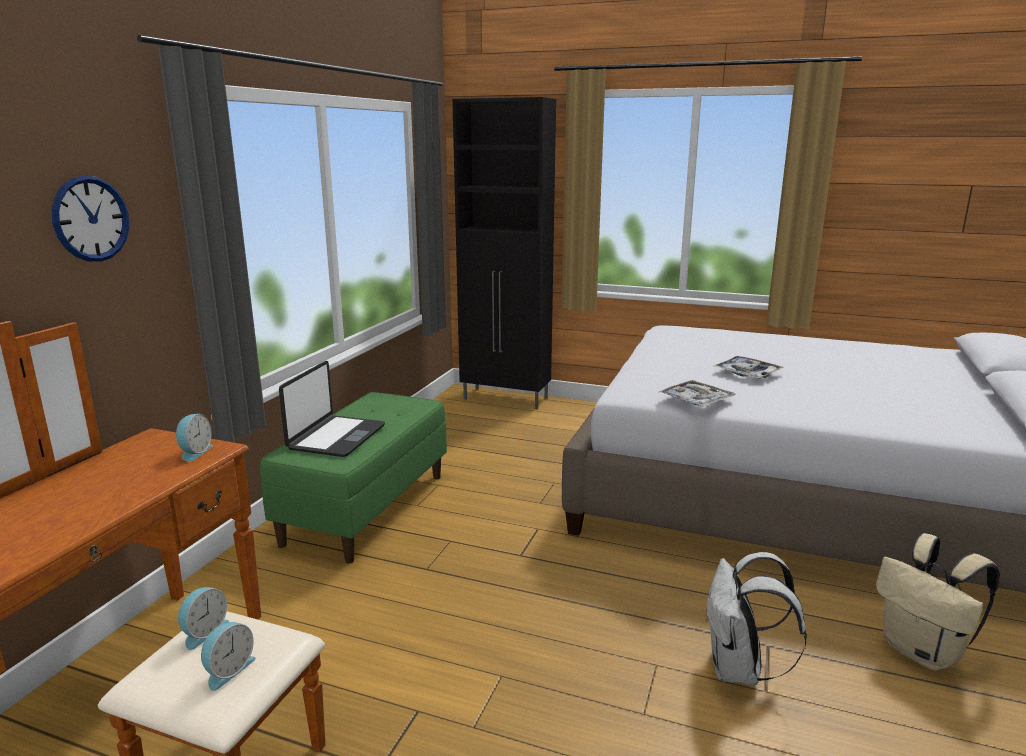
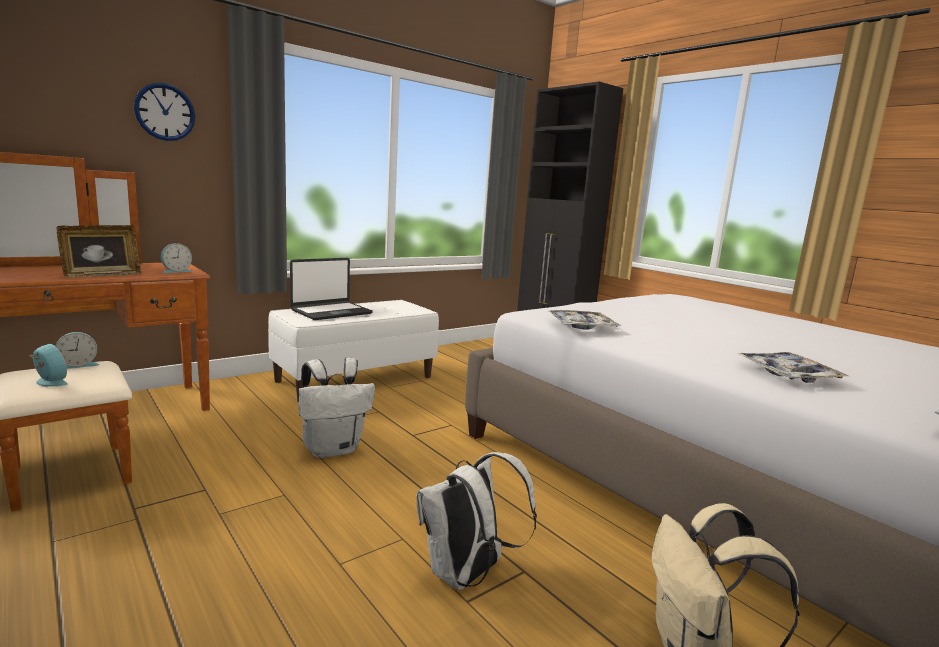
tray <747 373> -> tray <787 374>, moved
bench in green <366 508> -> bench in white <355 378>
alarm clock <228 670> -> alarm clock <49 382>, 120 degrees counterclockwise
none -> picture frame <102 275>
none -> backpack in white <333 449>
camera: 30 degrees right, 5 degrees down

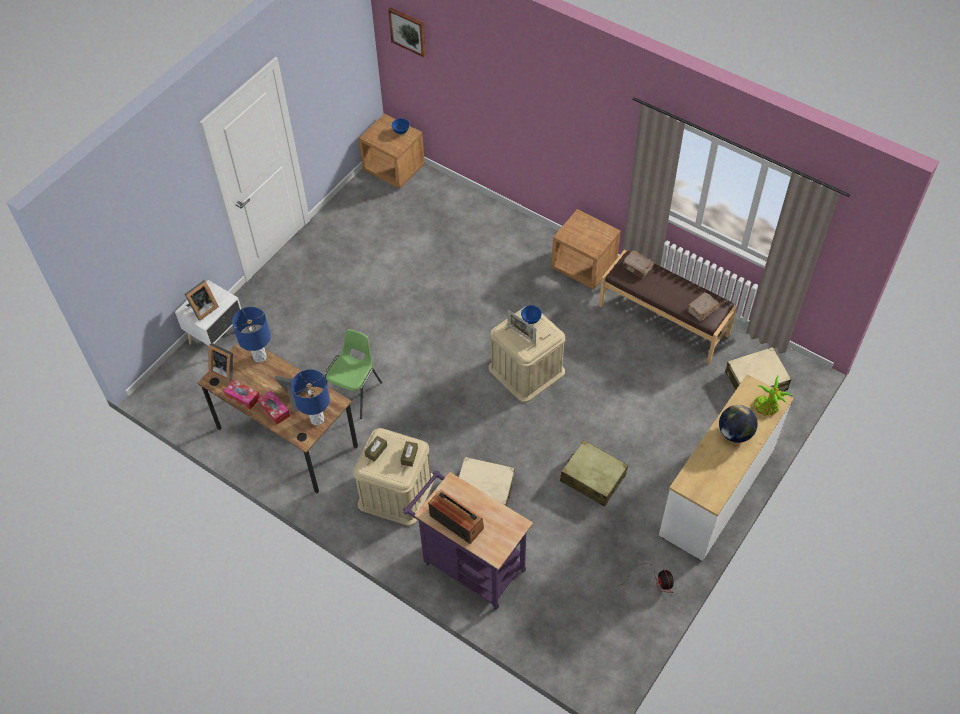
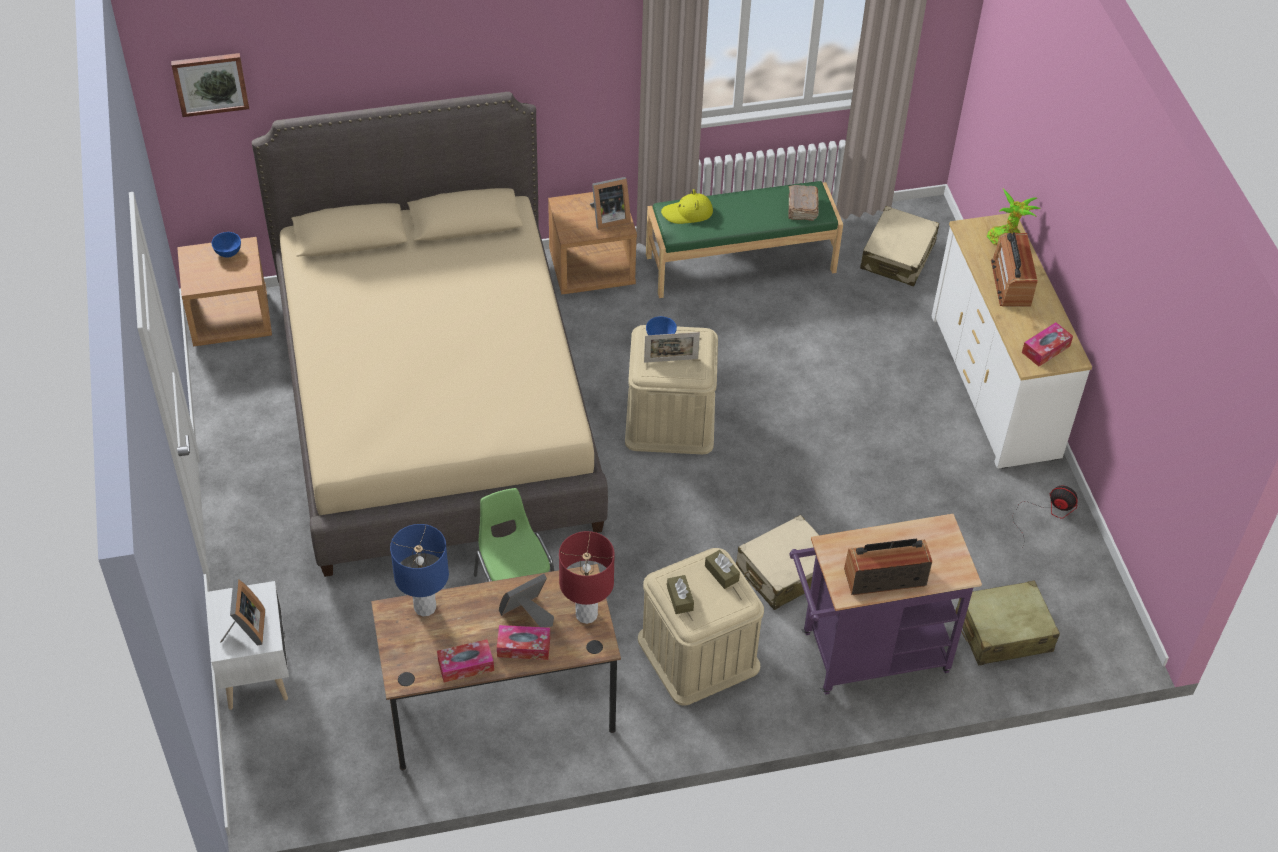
bench in brown <664 319> -> bench in green <740 263>
book in brown <637 268> -> hat in yellow <687 213>
picture frame <225 370> -> picture frame <608 217>, moved
table lamp in blue <317 419> -> table lamp in red <586 614>
globe <735 433> -> radio <1011 282>
suitcase in beige <592 478> -> suitcase in beige <1003 632>, moved
none -> bed in beige <436 405>
none -> tissue box <1045 349>
camera: 50 degrees left, 5 degrees down

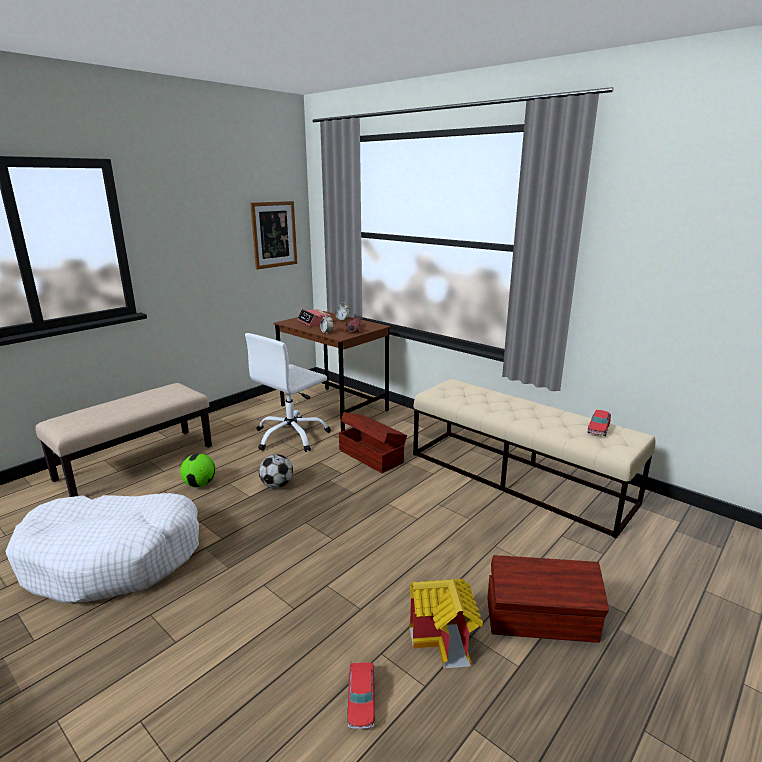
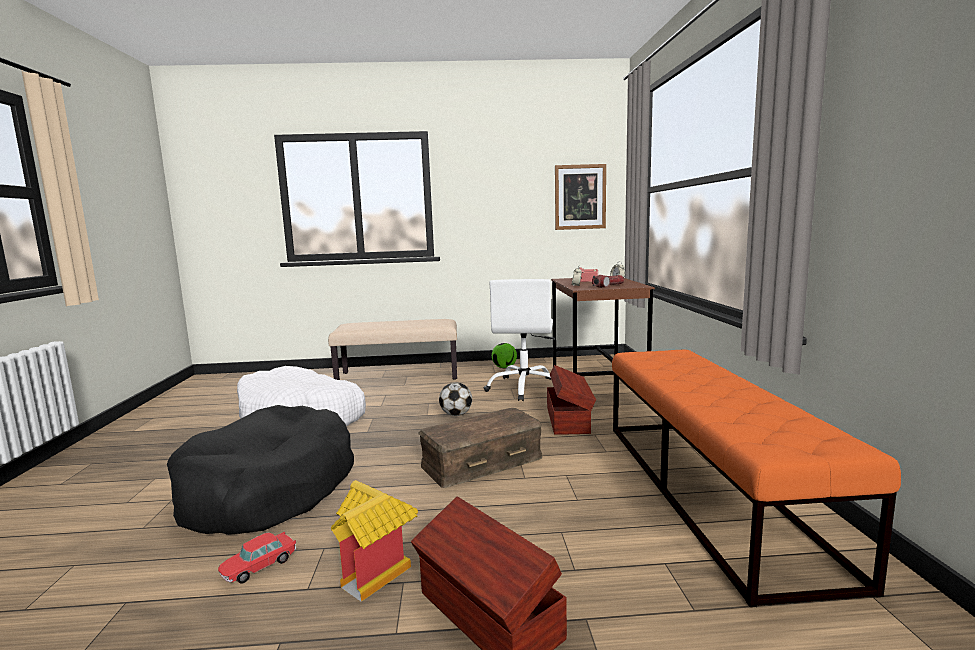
office chair in white <291 436> -> office chair in white <525 388>, 75 degrees counterclockwise
bench in beige <518 477> -> bench in orange <709 490>
toy car <598 429> -> none
football <200 484> -> football <504 367>, moved
none -> dog bed in black <268 489>
none -> storage box in brown <481 461>
camera: 45 degrees right, 10 degrees down

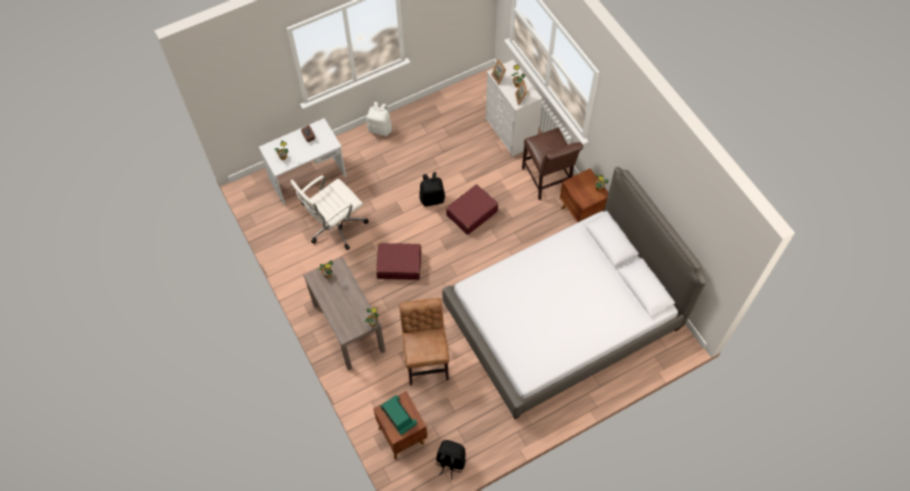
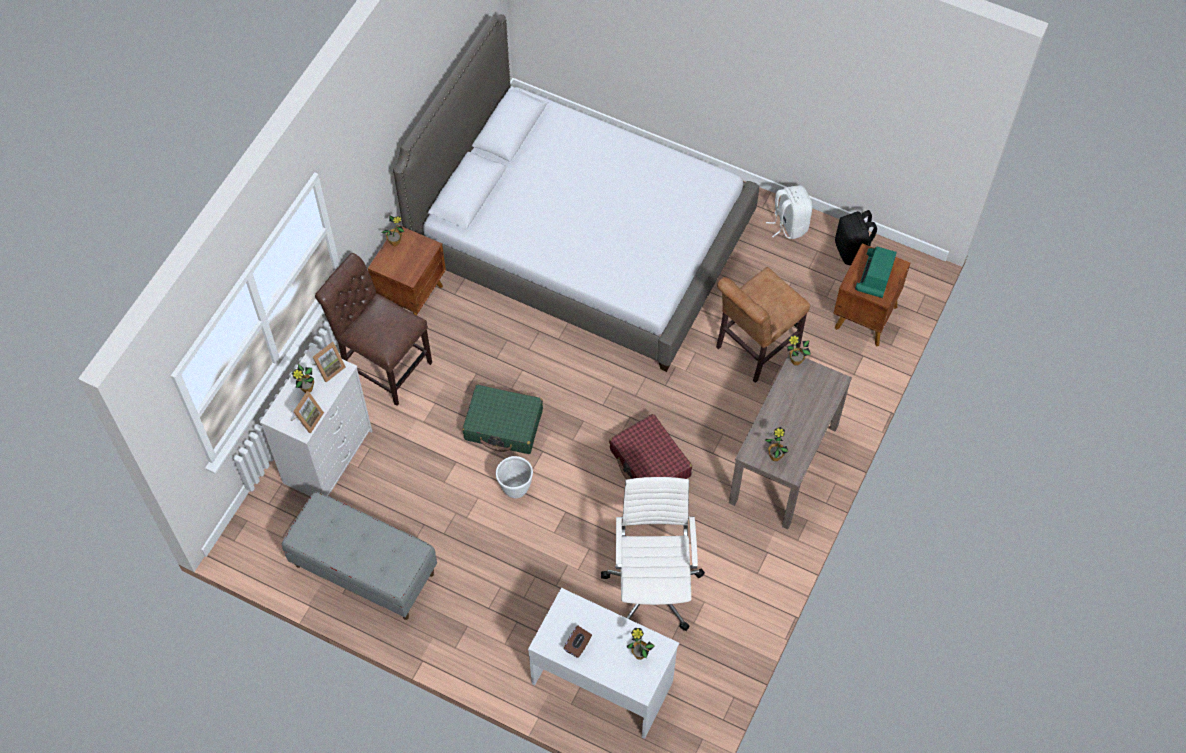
backpack in white <380 129> -> backpack in white <789 224>, moved
chair in brown <547 181> -> chair in brown <383 364>, 90 degrees counterclockwise
backpack in black <432 198> -> planter in white <515 489>
office chair in white <335 226> -> office chair in white <653 585>, 105 degrees counterclockwise
suitcase in red <471 213> -> suitcase in green <504 425>
none -> bench in grey <364 570>
camera: 125 degrees left, 0 degrees up

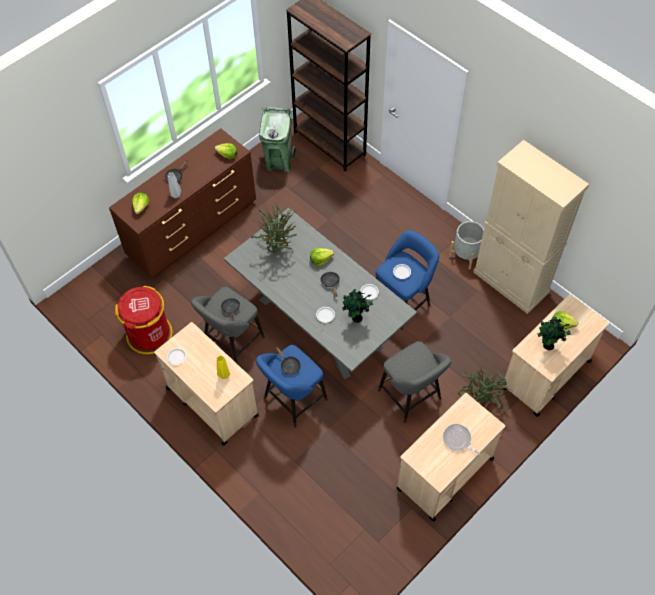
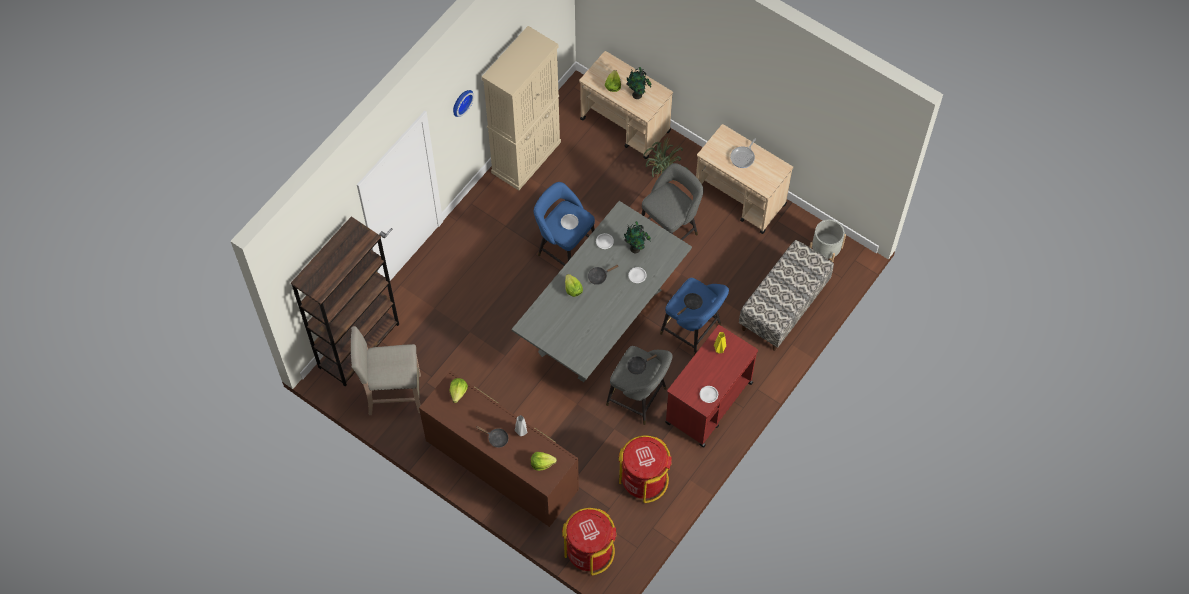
trash can in green <279 162> -> stool in beige <393 395>
potted plant <278 247> -> none
planter in grey <466 255> -> planter in grey <825 251>, moved
cart in beige <212 401> -> cart in red <708 403>
none -> wall clock <461 101>
none -> bench <783 307>
none -> trash can in red <589 551>
camera: 100 degrees left, 5 degrees up

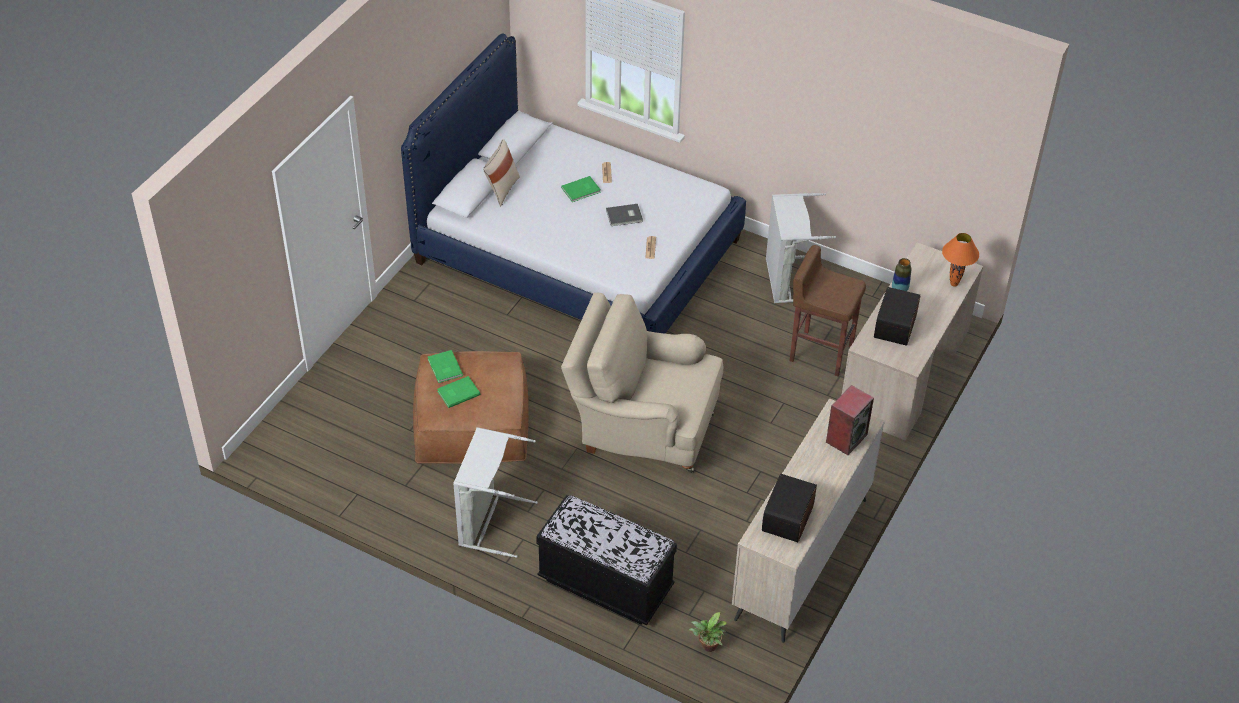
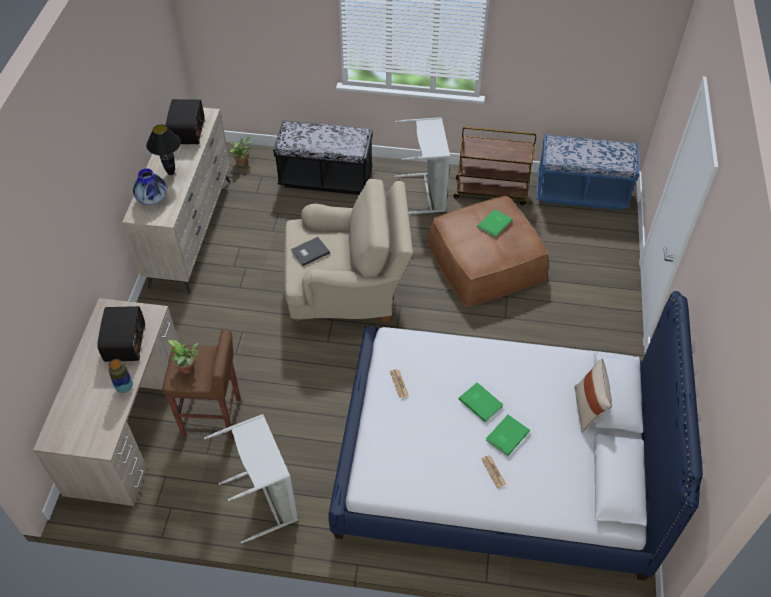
book in grey <625 216> -> book in grey <309 252>, moved
table lamp in orange <953 284> -> none
book in green <444 368> -> book in green <481 402>, moved
speaker <846 437> -> vase <152 199>
none -> table lamp in black <170 173>
none -> cart in brown <491 191>
none -> bench in blue <581 193>
none -> potted plant <188 368>
camera: 160 degrees right, 5 degrees up

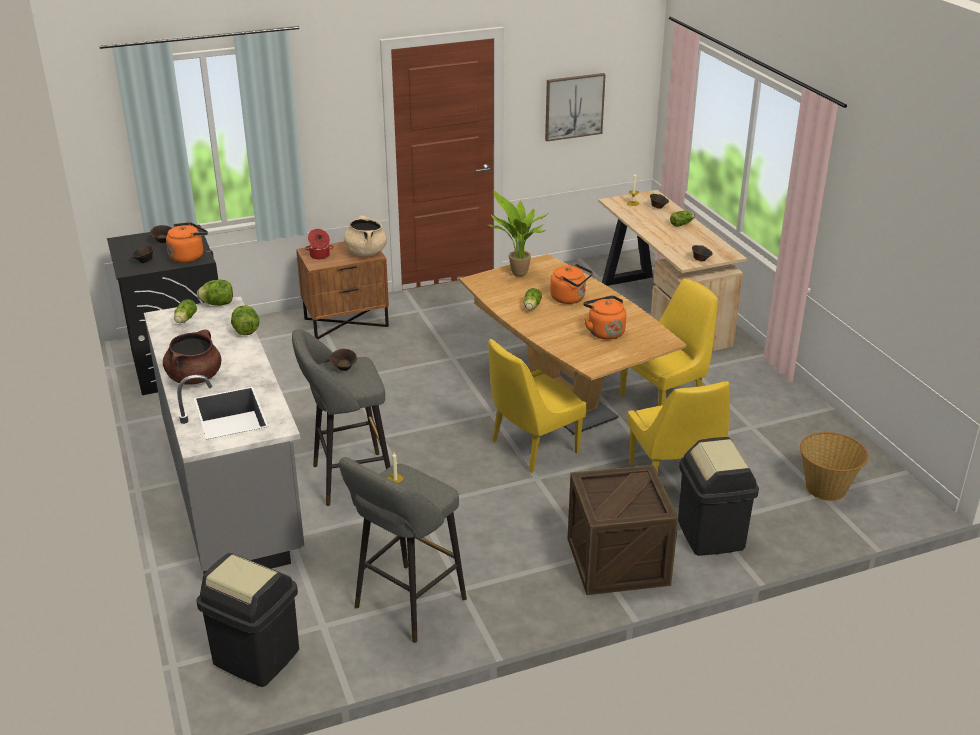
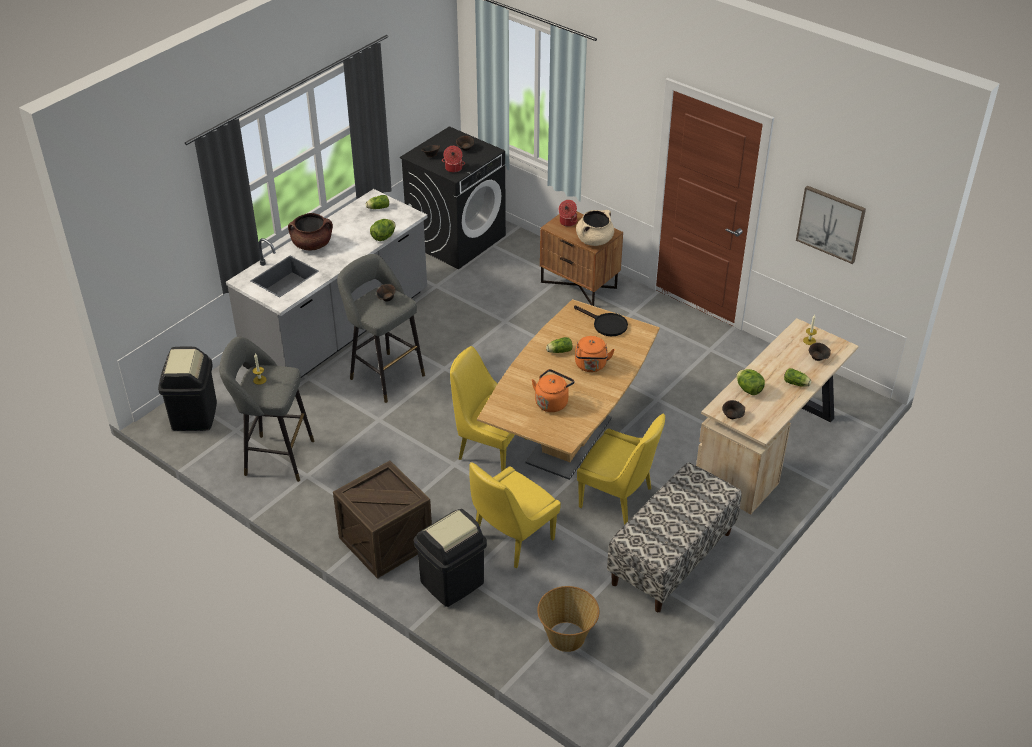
potted plant <517 274> -> frying pan in black <606 325>
kettle in orange <188 256> -> cooking pot <453 168>
lettuce <218 304> -> lettuce <748 389>, moved
none -> bench <672 559>
camera: 60 degrees right, 10 degrees up

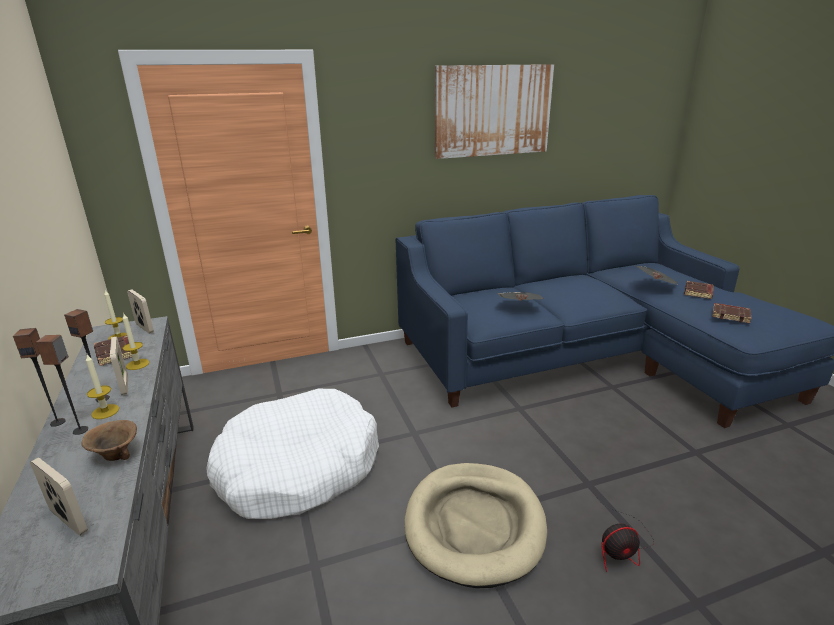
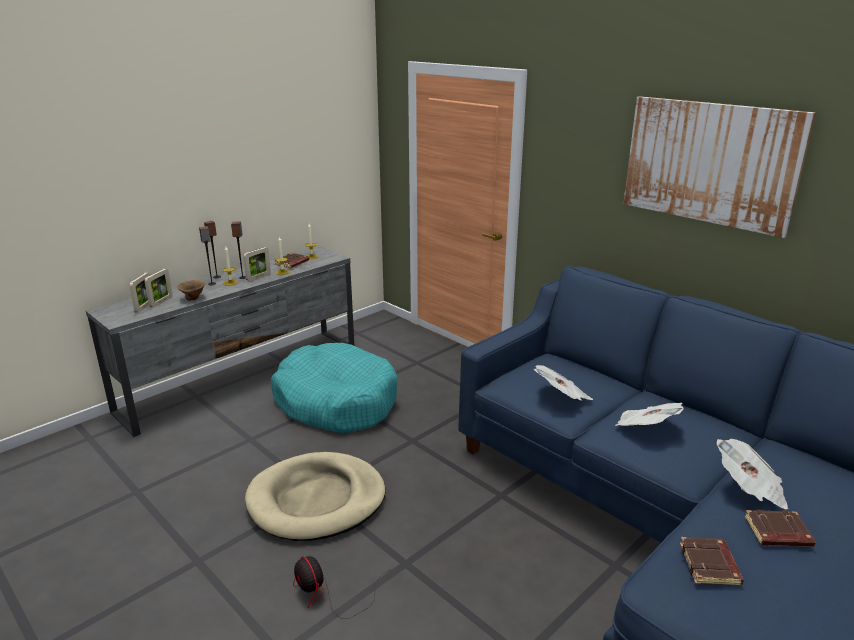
picture frame <144 328> -> picture frame <161 302>, moved
dog bed in white <298 468> -> dog bed in turquoise <336 401>
none -> newspaper <645 428>
camera: 65 degrees right, 0 degrees up

